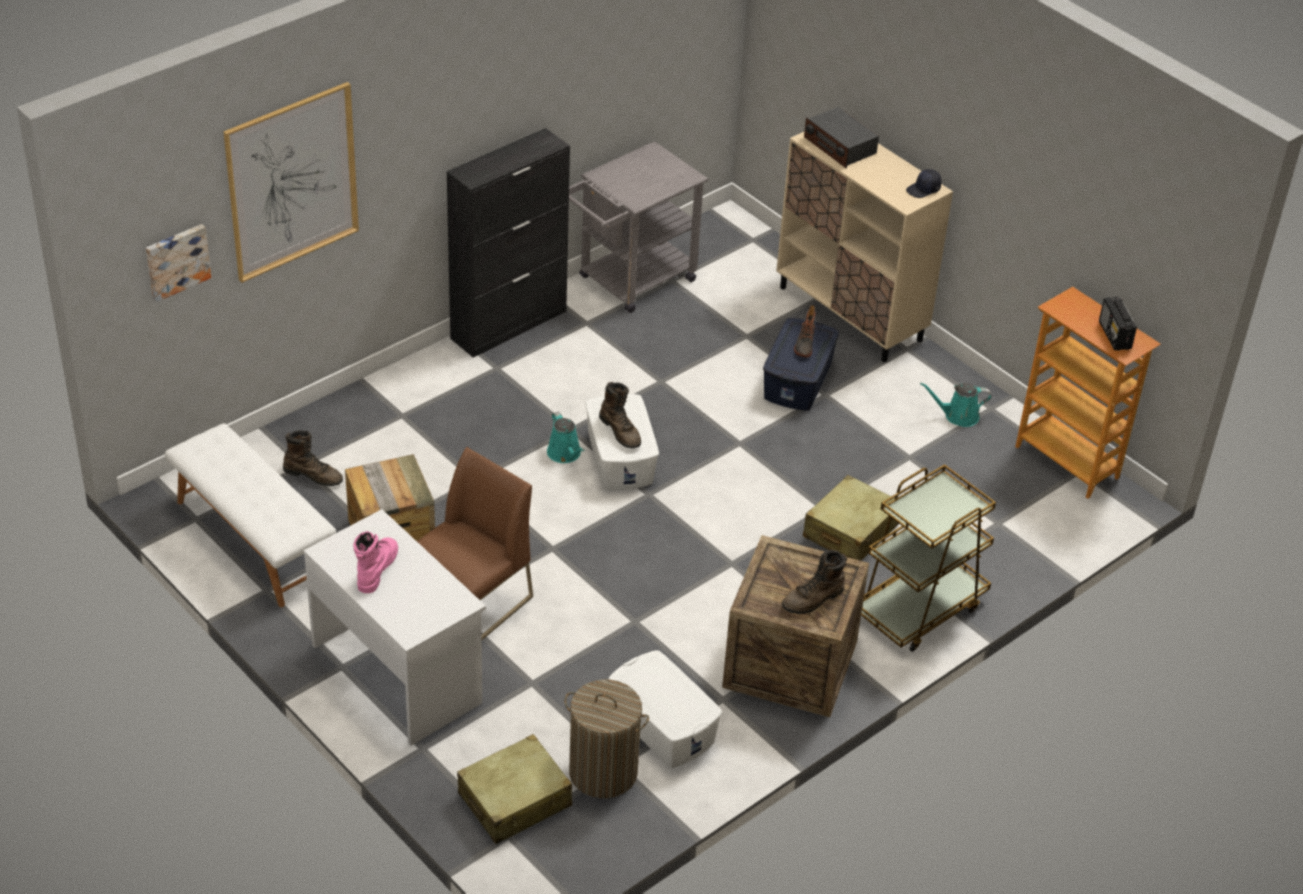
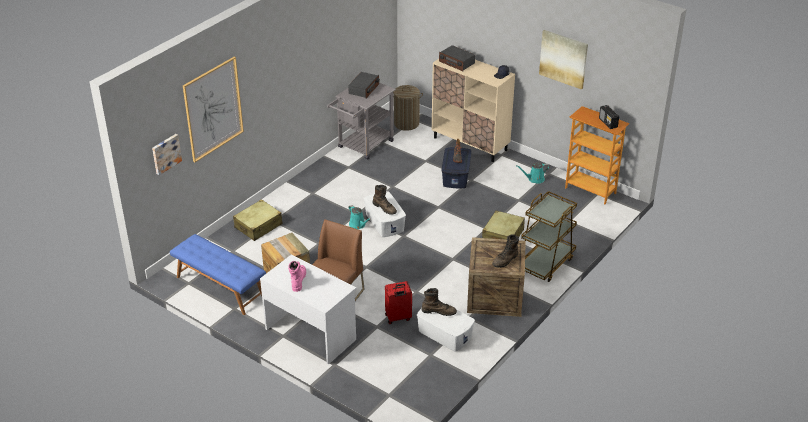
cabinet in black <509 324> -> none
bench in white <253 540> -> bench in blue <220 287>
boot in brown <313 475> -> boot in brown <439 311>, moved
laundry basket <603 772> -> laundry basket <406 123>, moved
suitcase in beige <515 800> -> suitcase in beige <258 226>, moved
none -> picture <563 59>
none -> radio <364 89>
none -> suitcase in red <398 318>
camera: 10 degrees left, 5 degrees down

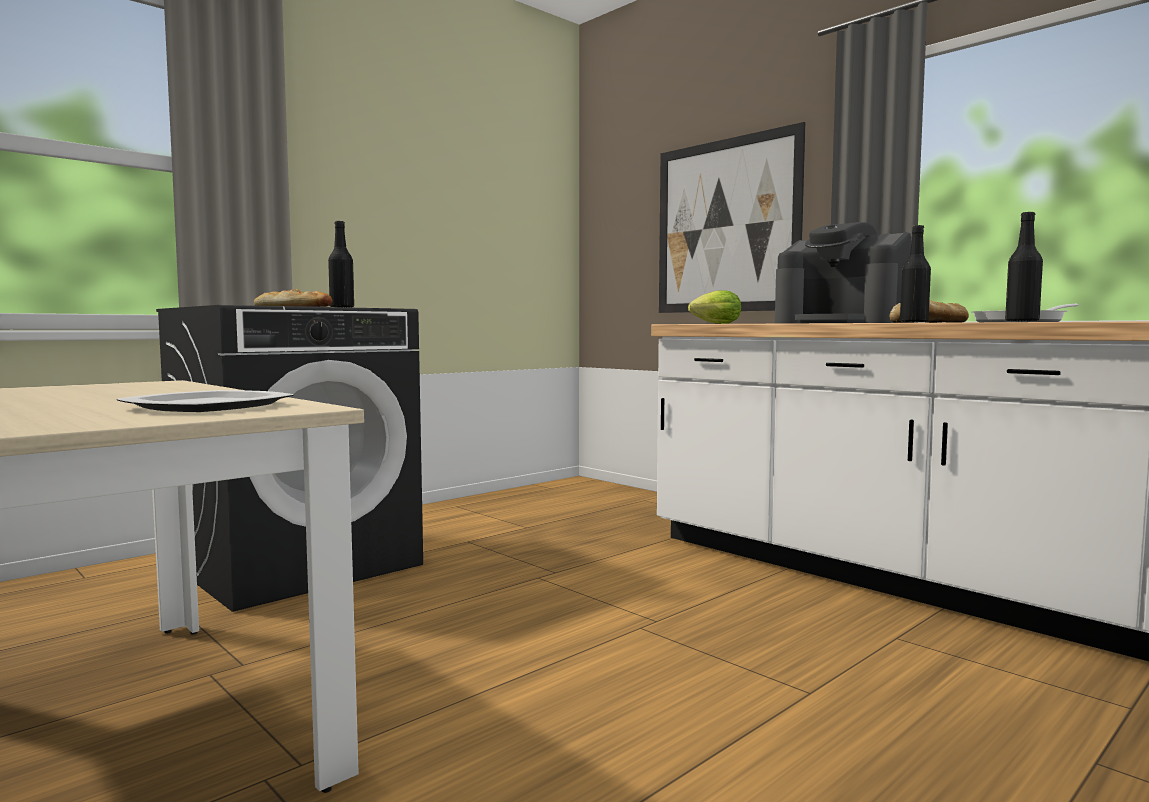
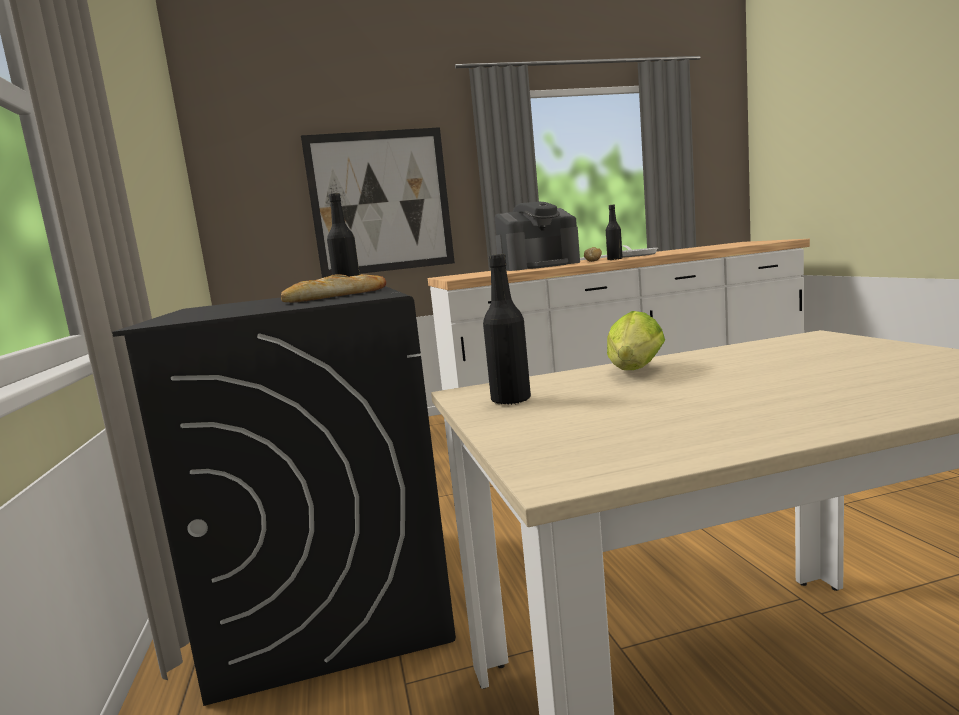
bottle in black <1022 321> -> bottle in black <511 400>, moved
lettuce <713 323> -> lettuce <634 372>, moved
plate <210 406> -> none
camera: 60 degrees left, 5 degrees up

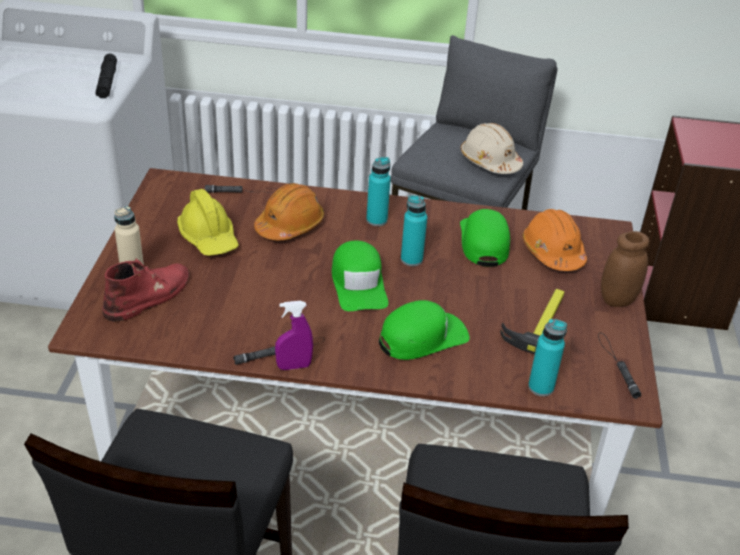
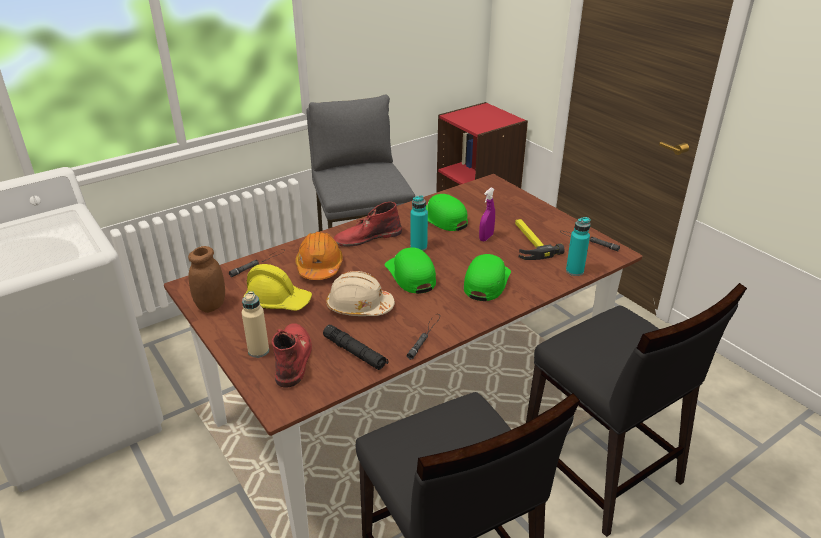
flashlight in black <107 82> -> flashlight in black <355 352>, moved
hard hat in beige <490 161> -> hard hat in beige <359 307>, moved
bottle in turquoise <376 220> -> boot in red <367 237>
hard hat in orange <552 252> -> none
jar in brown <617 299> -> jar in brown <211 305>, moved
cap in green <359 284> -> cap in green <410 275>, 150 degrees counterclockwise
spray bottle in purple <294 366> -> spray bottle in purple <486 237>, moved
camera: 40 degrees left, 5 degrees down

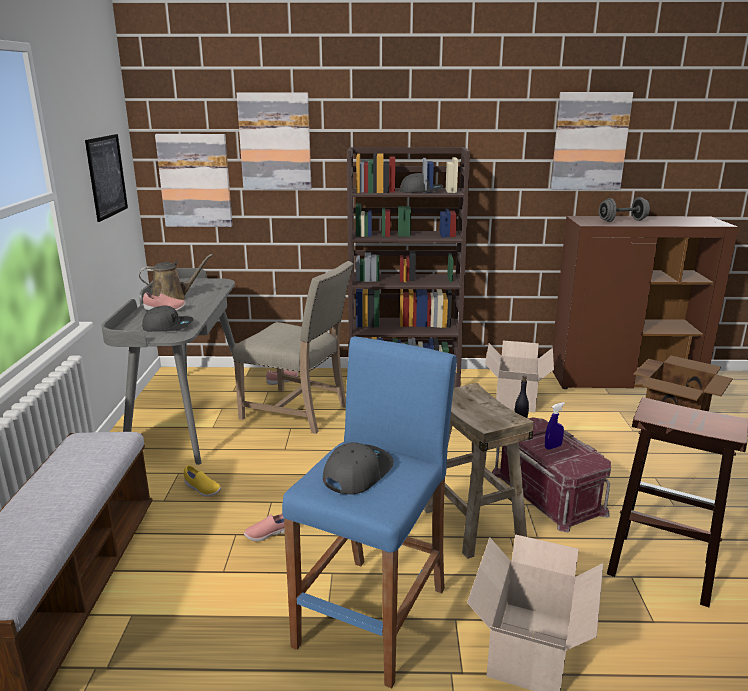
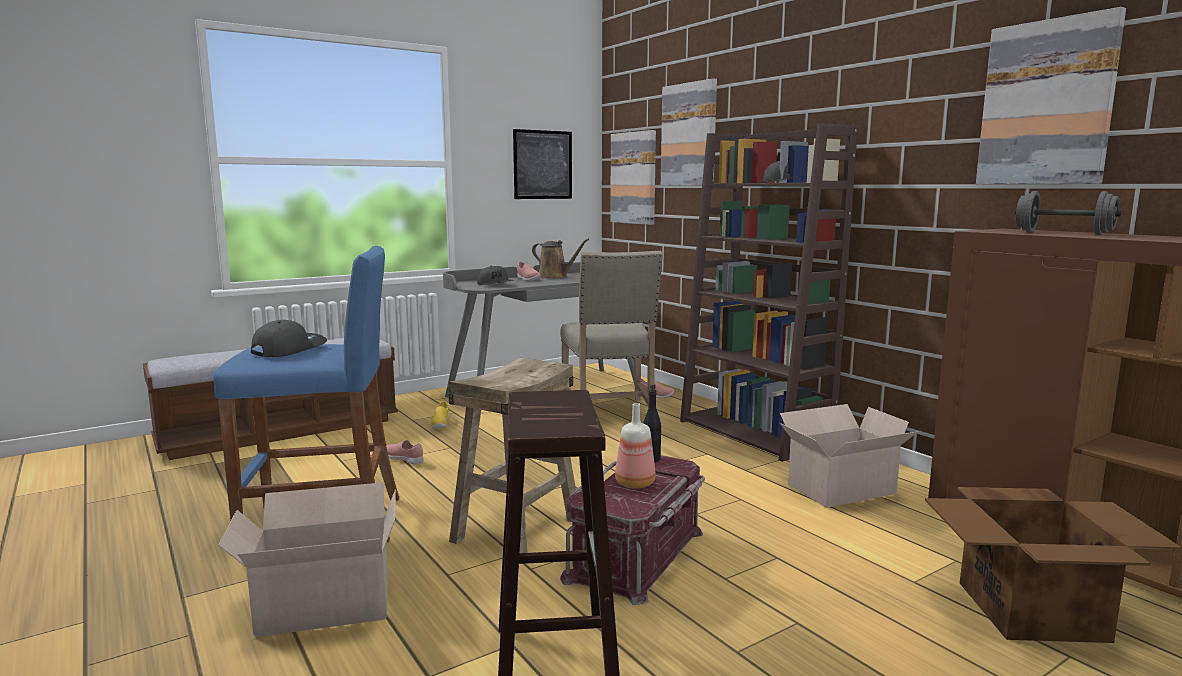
spray bottle in blue <553 447> -> bottle <635 484>
cap in grey <357 473> -> cap in grey <289 349>, 60 degrees counterclockwise
camera: 55 degrees right, 10 degrees down

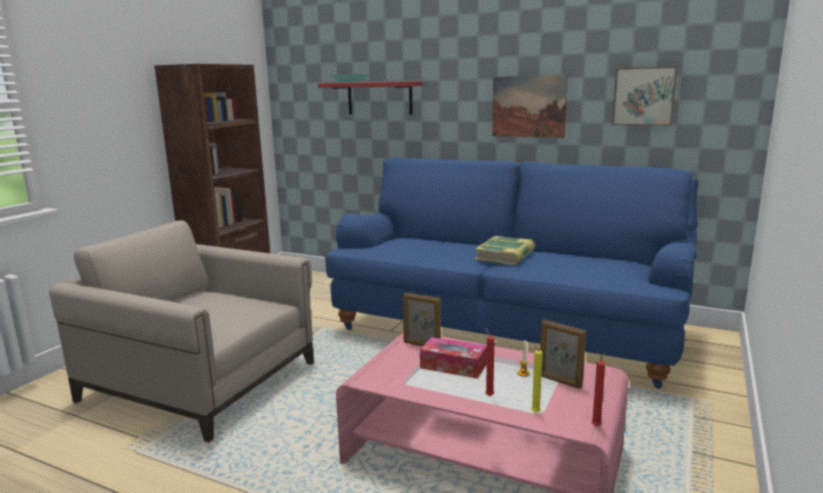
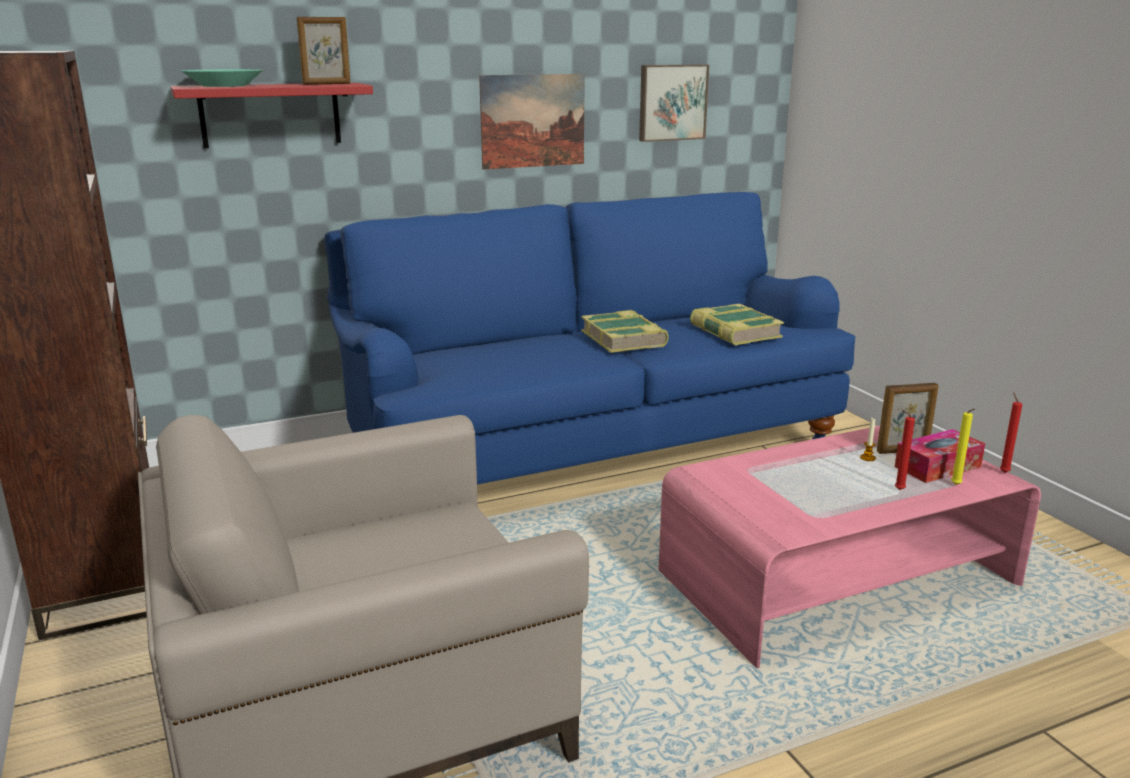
picture frame <421 345> -> picture frame <327 84>, moved
tissue box <453 366> -> tissue box <937 467>, moved
none -> book <734 332>
camera: 50 degrees left, 5 degrees up

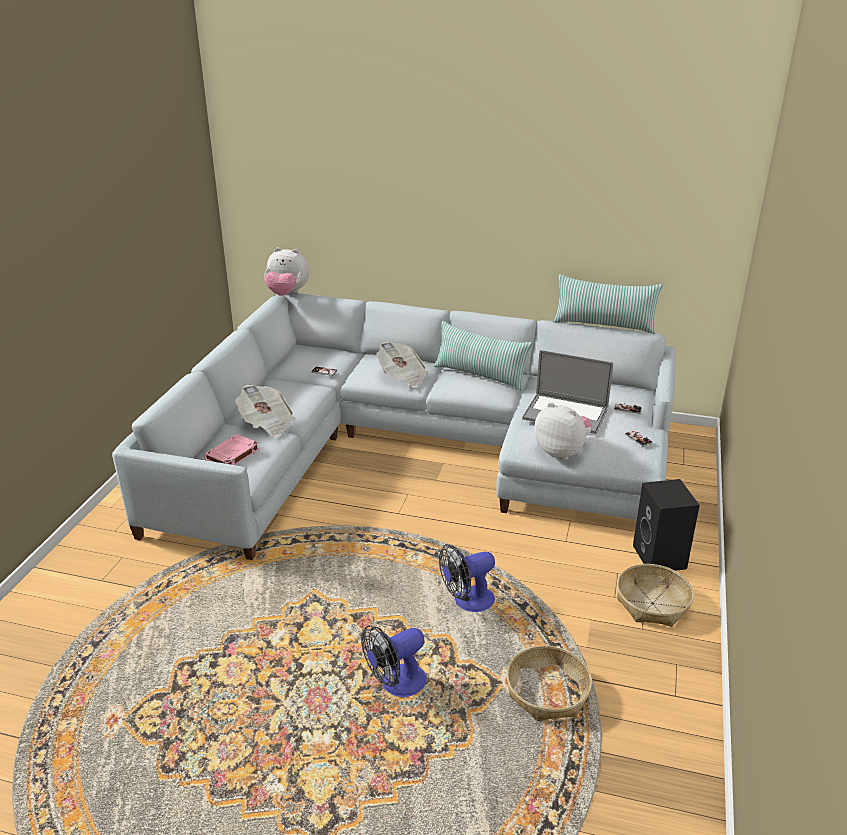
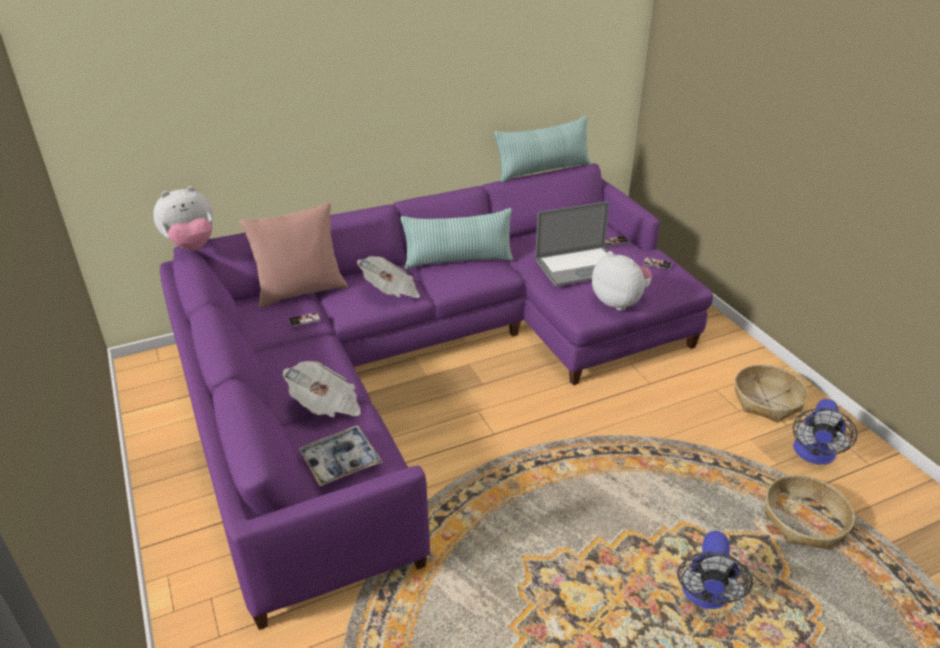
sofa in grey <411 450> -> sofa in purple <424 365>
plush toy <561 452> -> plush toy <619 302>, 45 degrees clockwise
book in pink <232 455> -> tray <341 461>
speaker in black <661 558> -> none
fan <467 602> -> fan <813 455>, moved
none -> pillow in pink <300 291>
camera: 40 degrees left, 5 degrees up

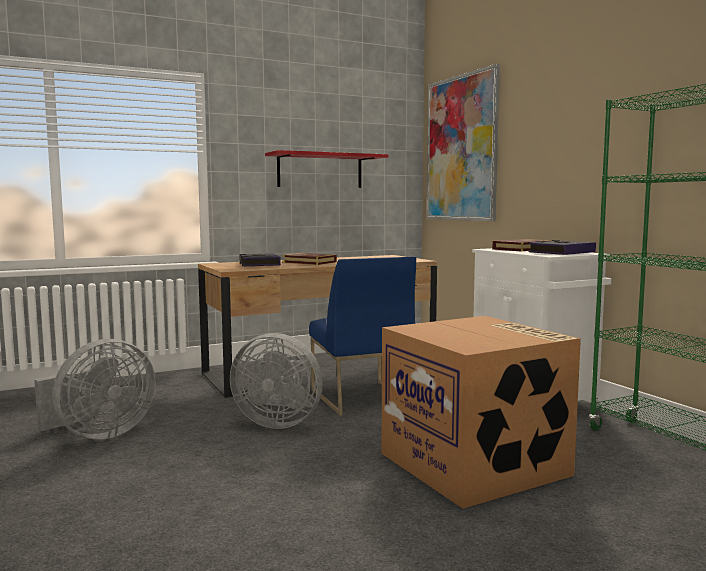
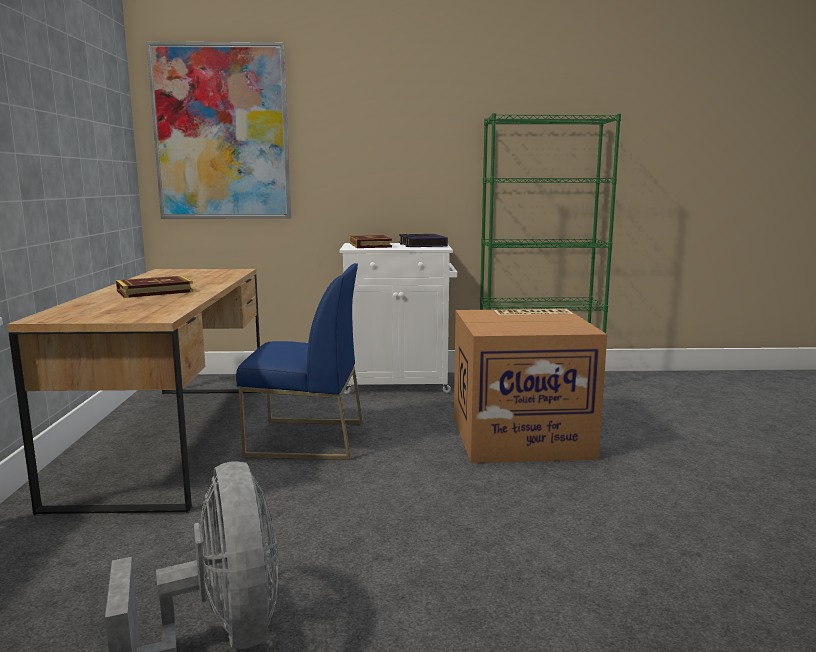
shelf in red <320 171> -> none
book <259 264> -> none
fan in grey <278 422> -> none
camera: 65 degrees left, 5 degrees up

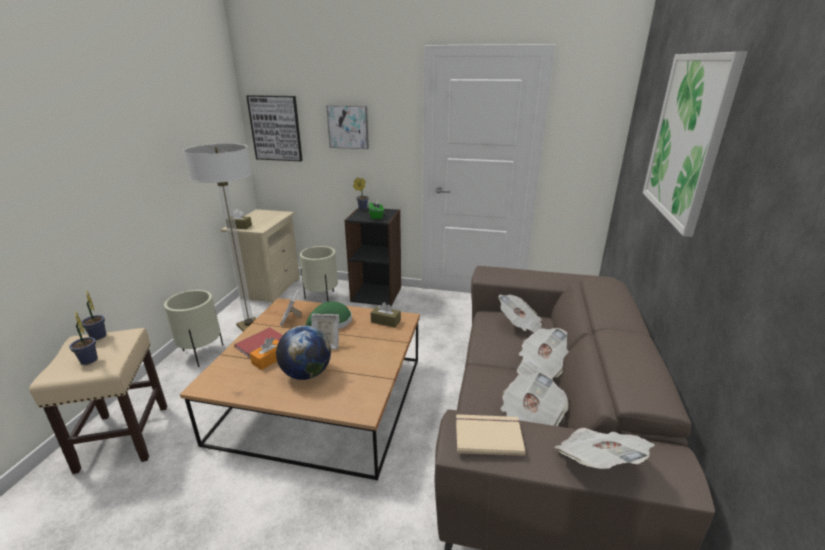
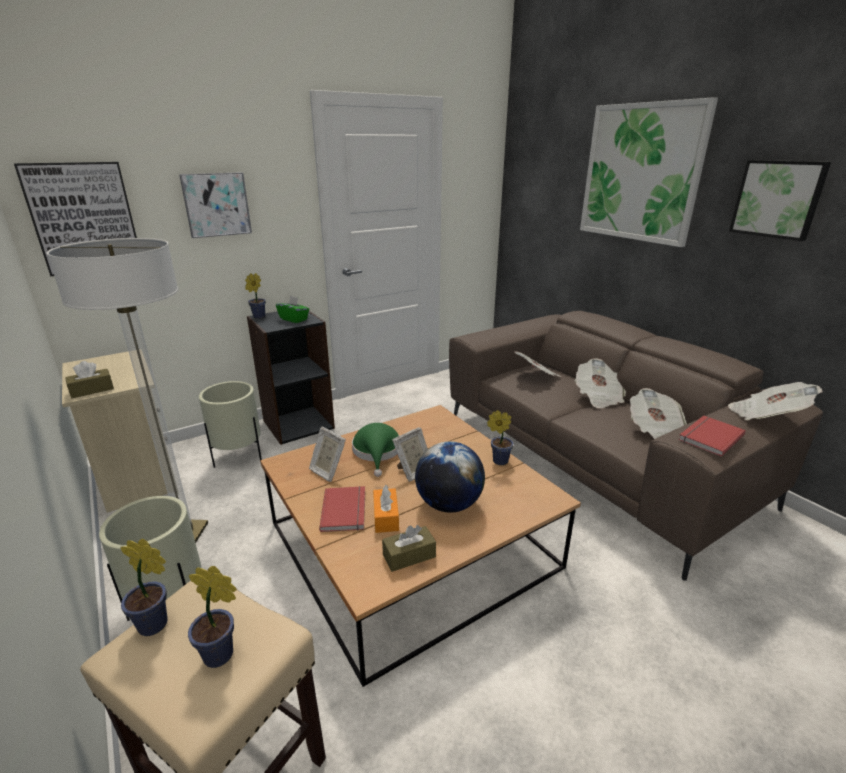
tissue box in brown <385 321> -> tissue box in brown <409 556>, moved
book in beige <488 435> -> book in red <709 437>
none -> picture <778 199>
none -> potted plant <498 461>
camera: 45 degrees left, 0 degrees up

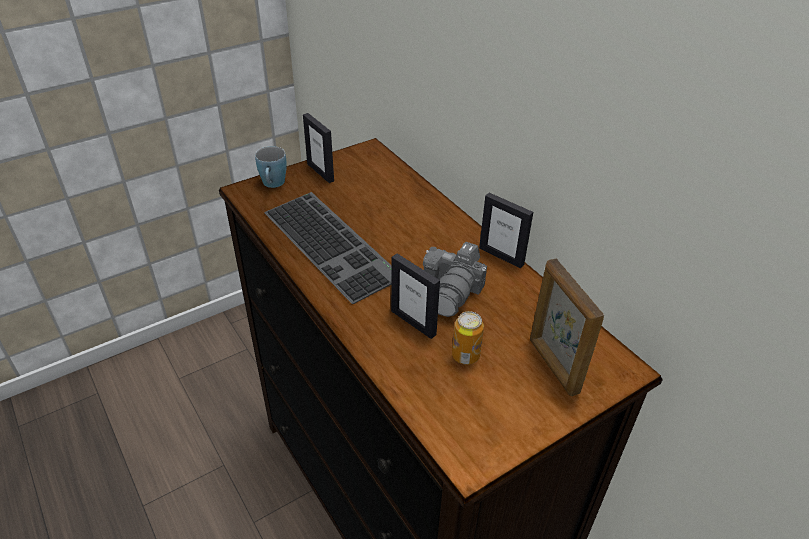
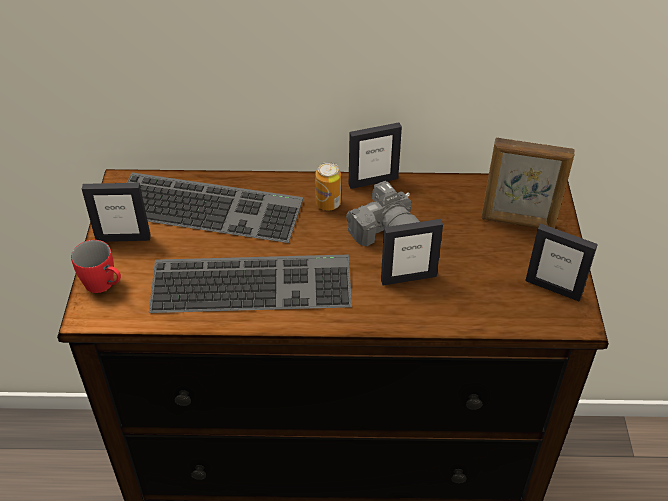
mug in blue <273 185> -> mug in red <104 285>
can <465 355> -> can <328 203>, moved
none -> keyboard <210 206>
none -> picture frame <553 288>
camera: 55 degrees left, 5 degrees up

